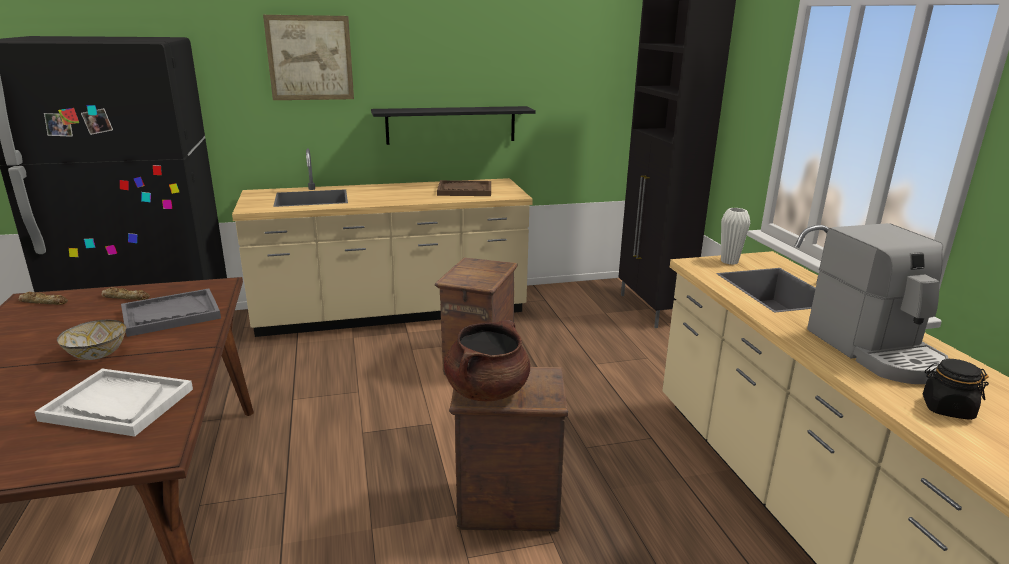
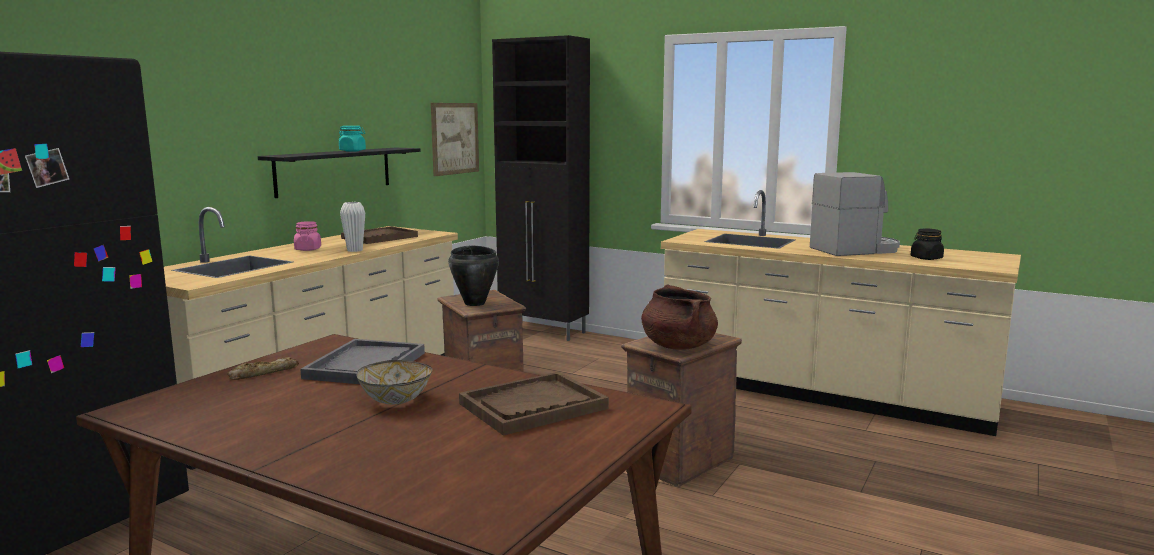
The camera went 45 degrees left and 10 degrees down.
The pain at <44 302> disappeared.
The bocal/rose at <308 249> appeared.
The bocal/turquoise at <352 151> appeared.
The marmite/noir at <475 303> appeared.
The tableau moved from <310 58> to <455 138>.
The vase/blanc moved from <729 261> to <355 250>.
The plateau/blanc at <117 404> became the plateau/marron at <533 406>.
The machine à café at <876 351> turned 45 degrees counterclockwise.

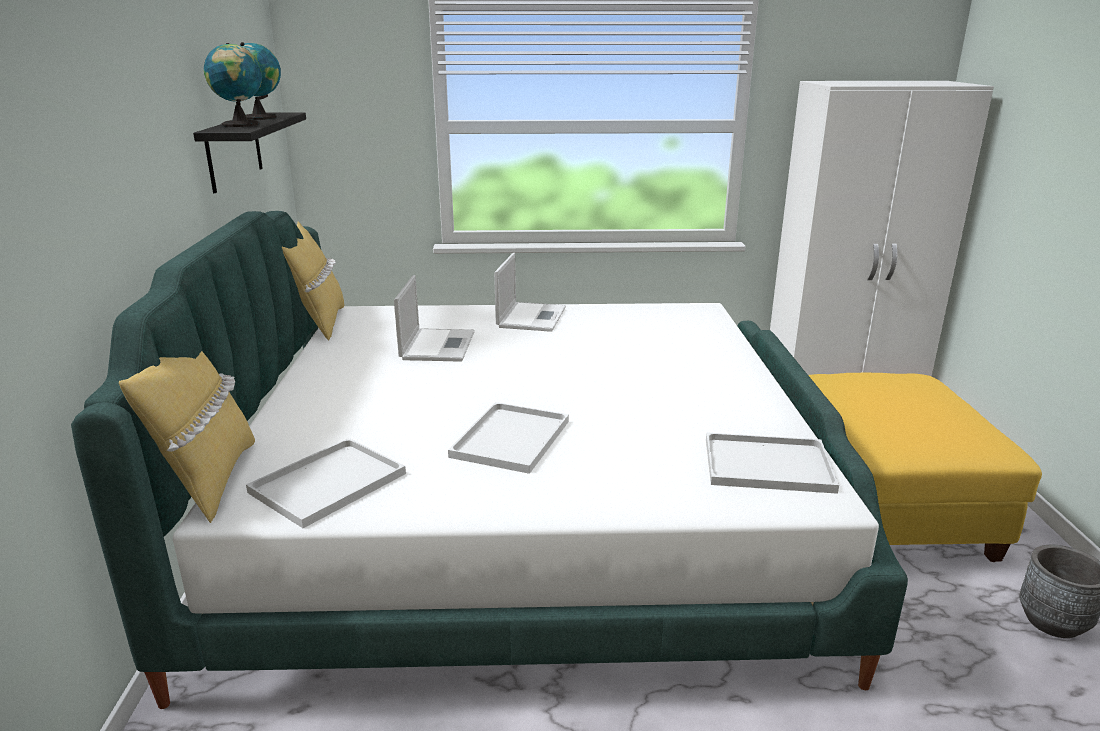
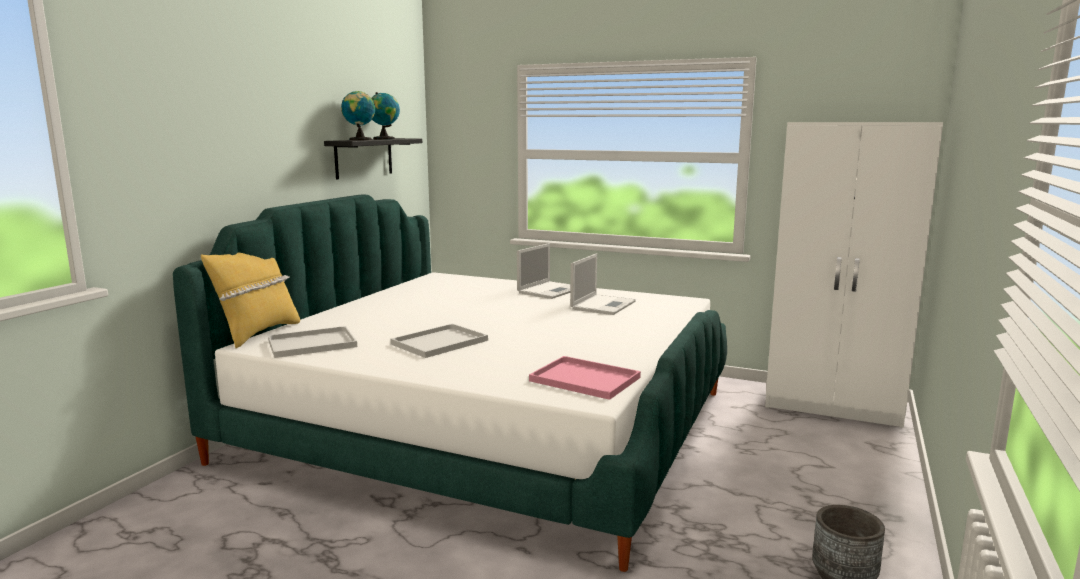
The camera went 25 degrees right and 10 degrees down.
The coussin/jaune at <319 323> disappeared.
The pouf/jaune at <882 508> disappeared.
The ordinateur portable moved from <438 345> to <603 305>.
The plateau/blanc at <765 465> became the plateau/rose at <582 379>.

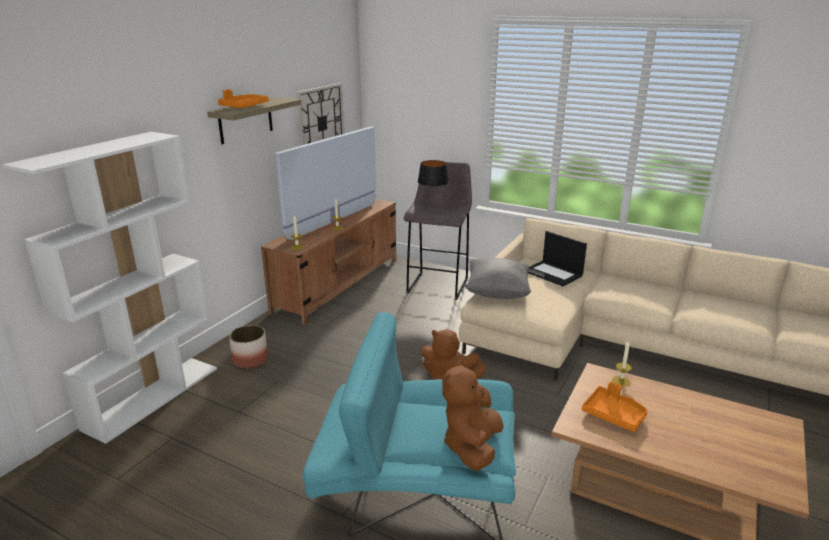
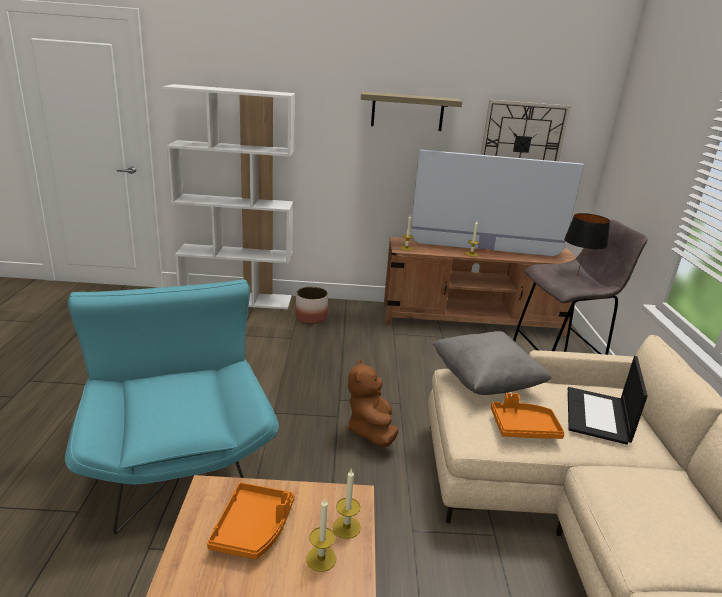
The camera went 60 degrees right and 0 degrees up.
The peluche/marron at <472 447> disappeared.
The bougie at <321 558> appeared.
The plateau/orange moved from <244 107> to <523 428>.

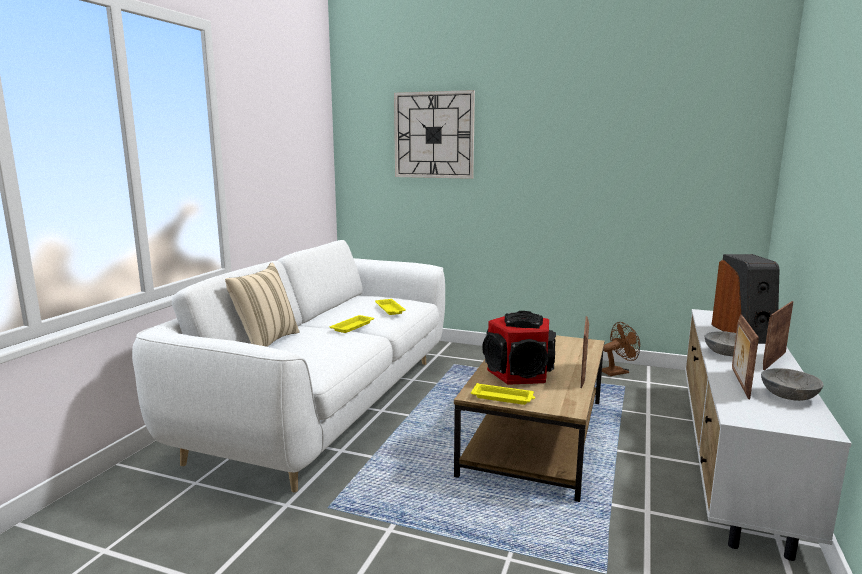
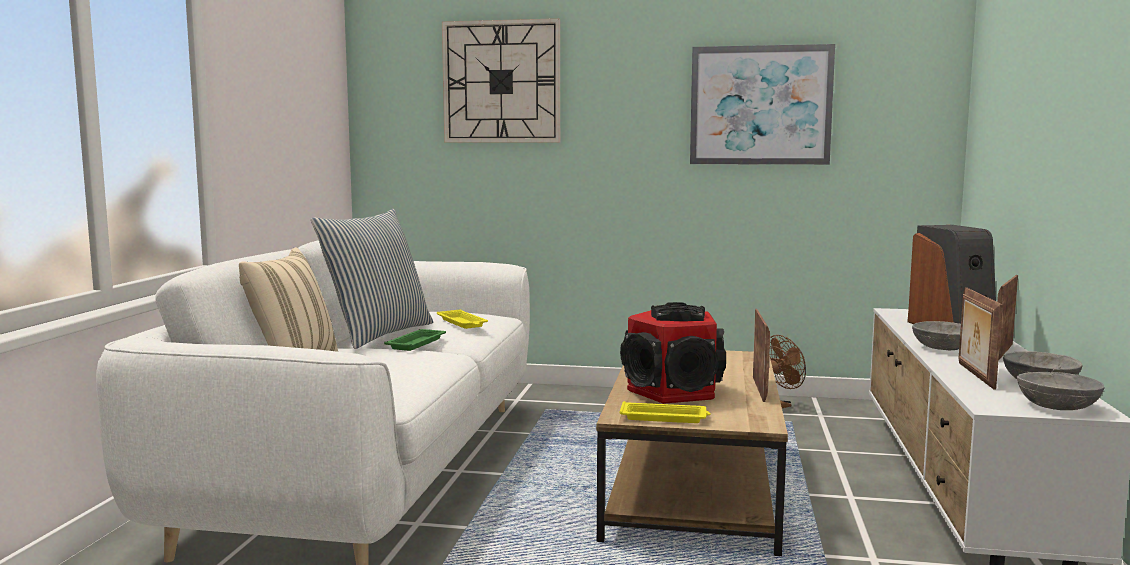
The camera went 10 degrees left and 5 degrees down.
The coussin at <377 334> appeared.
The tableau at <760 105> appeared.
The bol/gris at <1058 407> appeared.
The plateau/jaune at <353 326> became the plateau/vert at <417 343>.

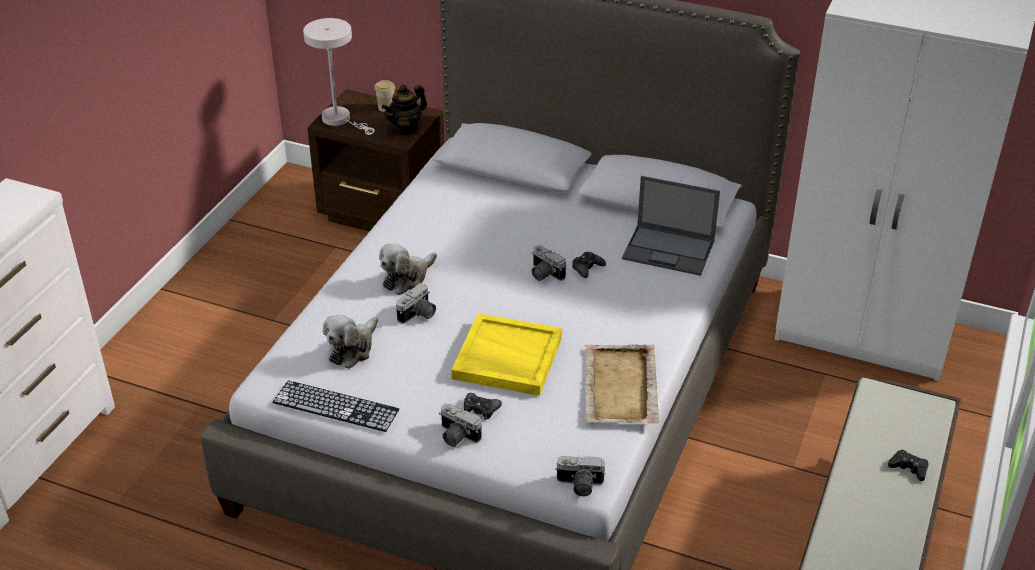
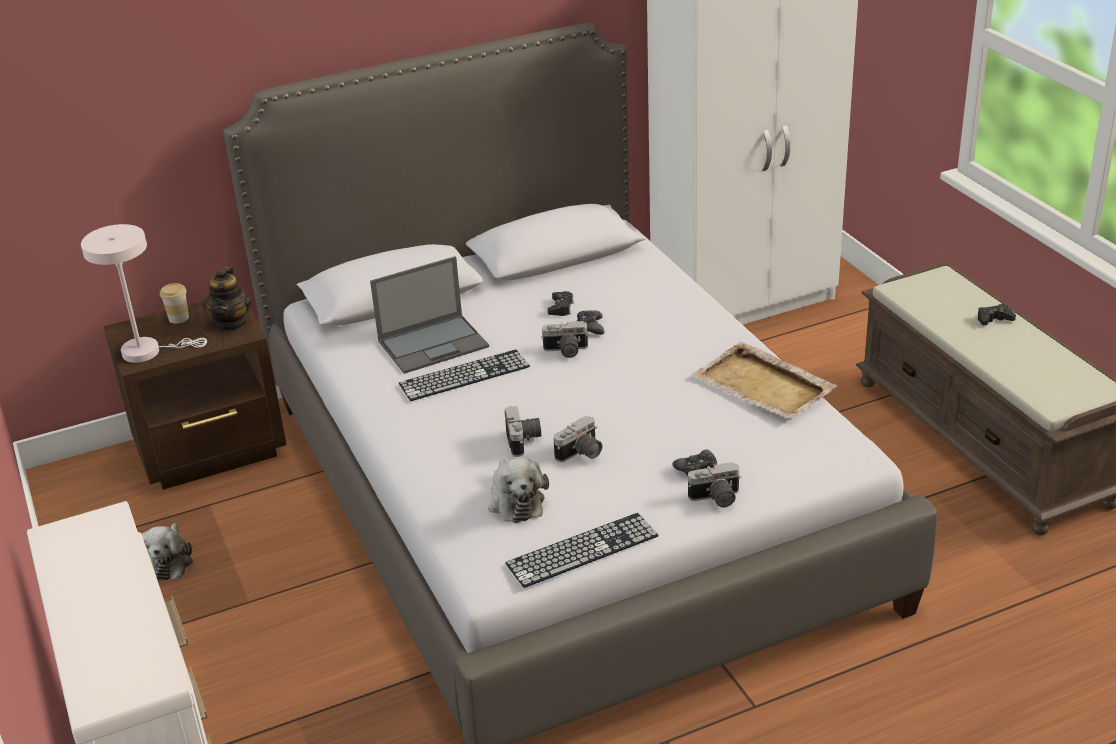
The camera went 45 degrees left and 5 degrees down.
The plateau/jaune at <506 358> disappeared.
The clavier at <464 375> appeared.
The manette/noir at <561 307> appeared.
The peluche moved from <407 278> to <169 561>.
The appareil photo moved from <579 485> to <581 454>.
The ordinateur portable moved from <669 250> to <434 343>.

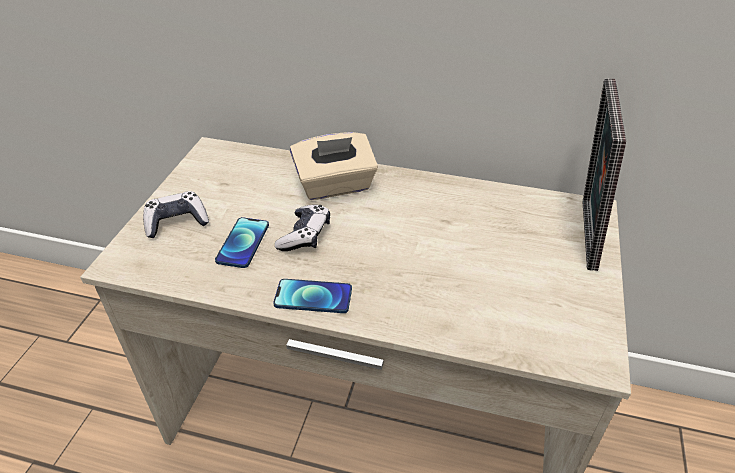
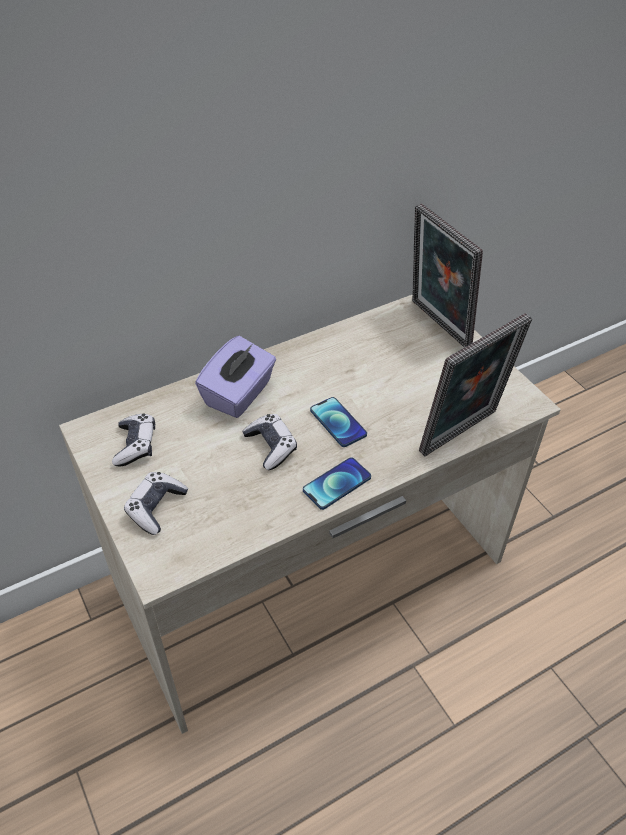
The camera went 45 degrees left and 5 degrees up.
The manette at <136 445> appeared.
The cadre photo at <462 435> appeared.
The téléphone moved from <243 243> to <338 422>.
The boîte à mouchoirs/beige at <335 186> became the boîte à mouchoirs/violet at <239 394>.

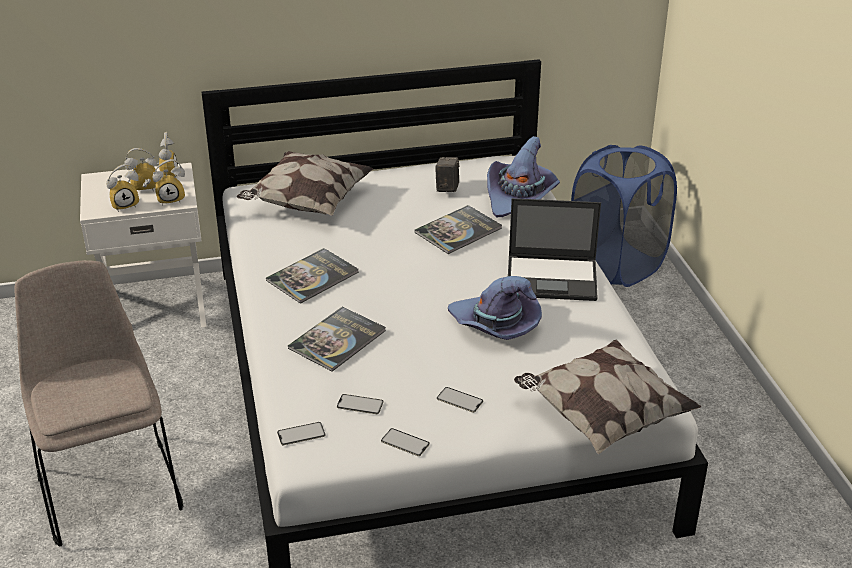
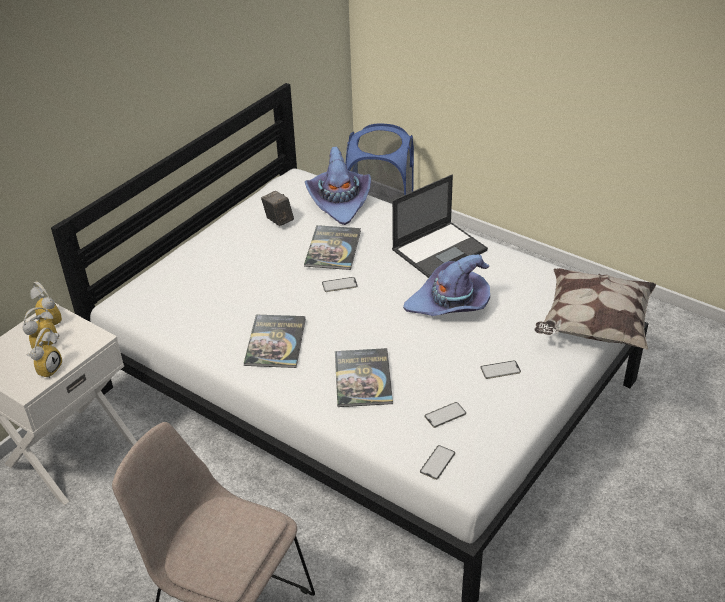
The camera went 40 degrees left and 5 degrees up.
The réveil at <172 199> disappeared.
The coussin at <307 203> disappeared.
The téléphone moved from <405 442> to <339 285>.

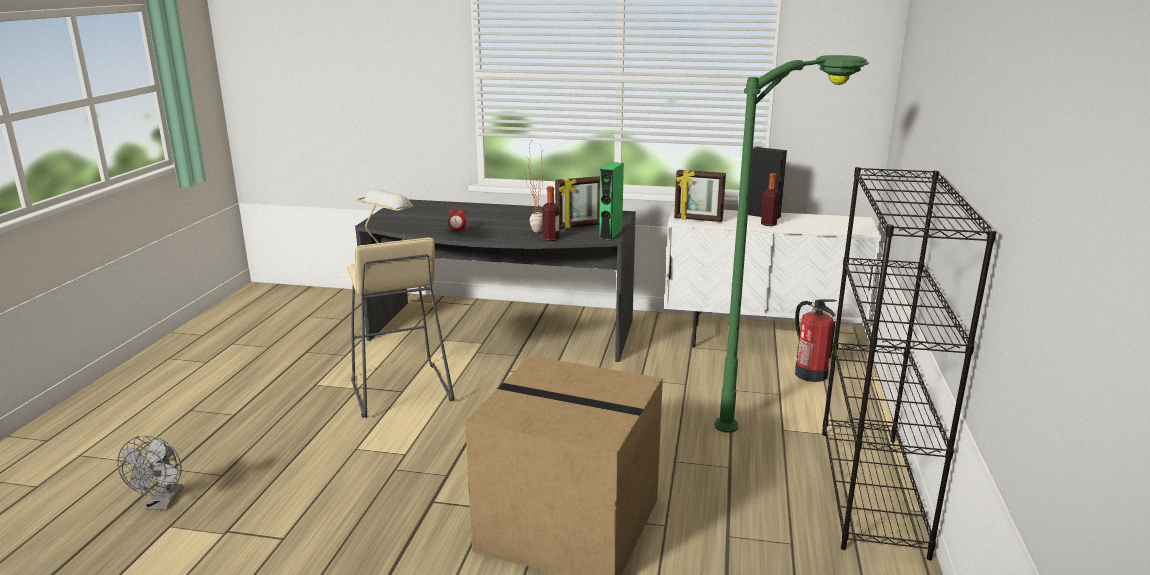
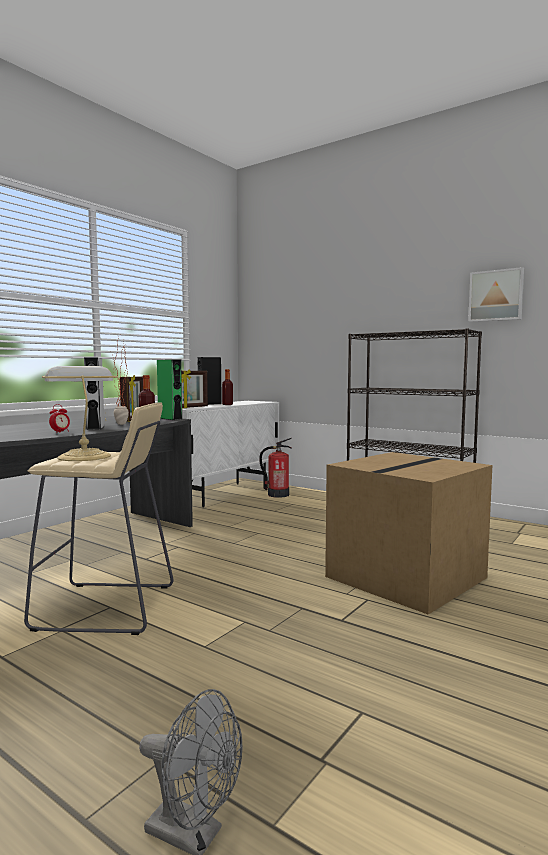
The camera went 65 degrees left and 15 degrees down.
The lampadaire/vert at <781 408> disappeared.
The enceinte/gris at <95 427> appeared.
The tableau at <496 295> appeared.

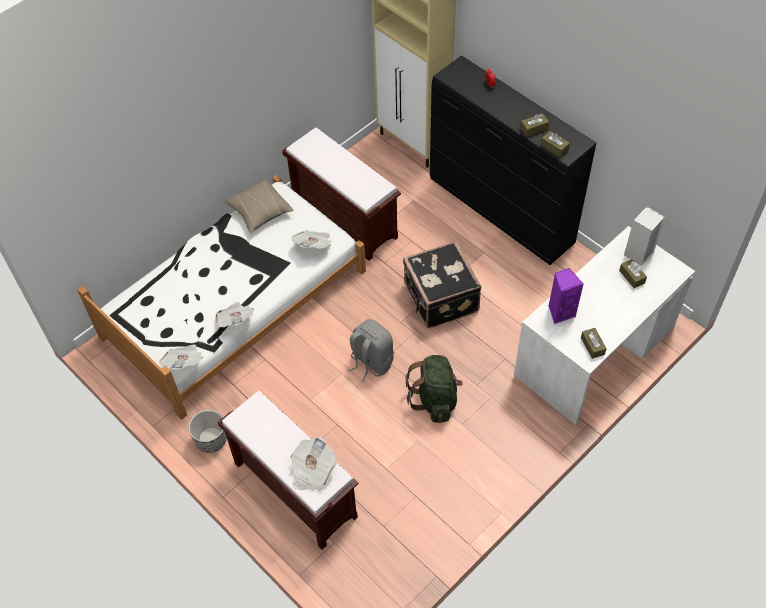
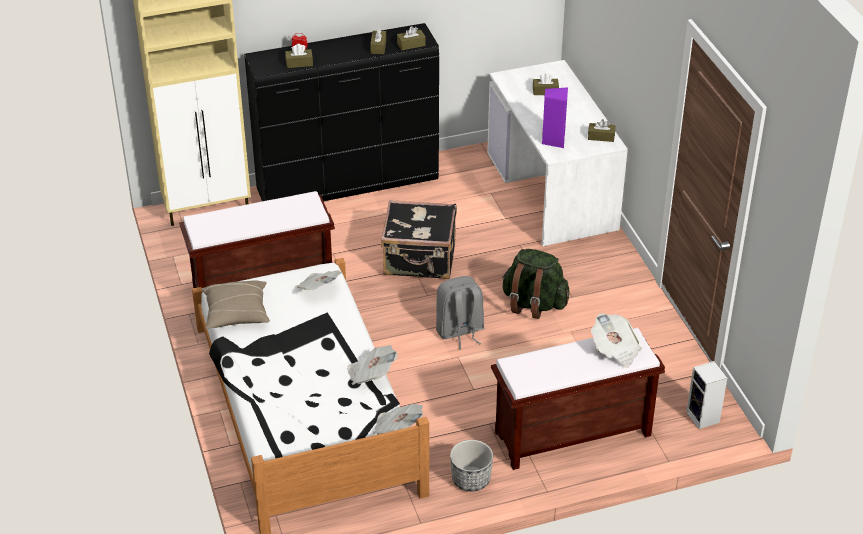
The camera went 65 degrees left and 15 degrees down.
The boîte à mouchoirs/marron at <299 63> appeared.
The enceinte moved from <638 254> to <704 418>.

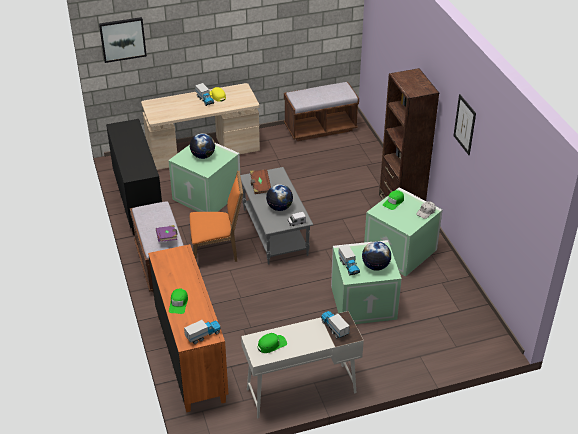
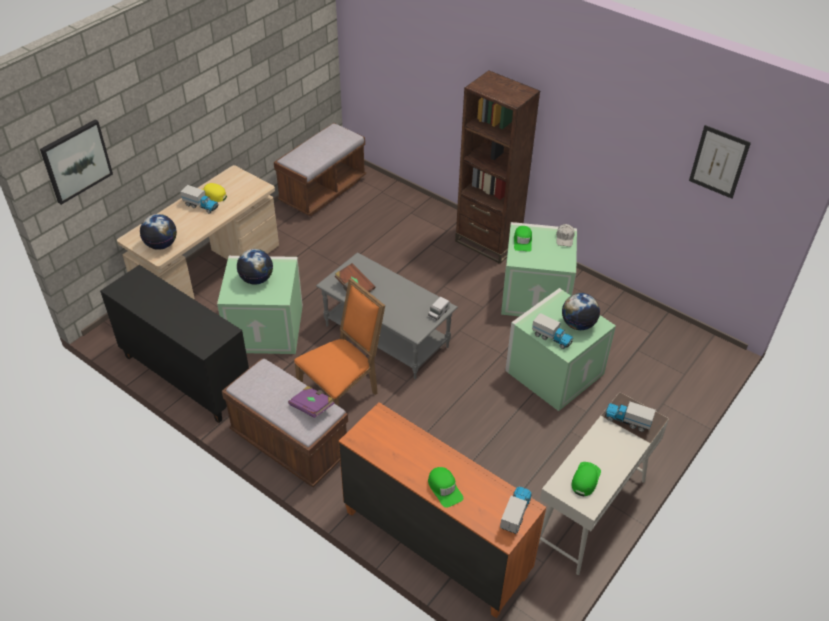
The camera went 35 degrees left and 5 degrees up.
The globe moved from <279 207> to <161 245>.
The tableau moved from <464 124> to <719 162>.

